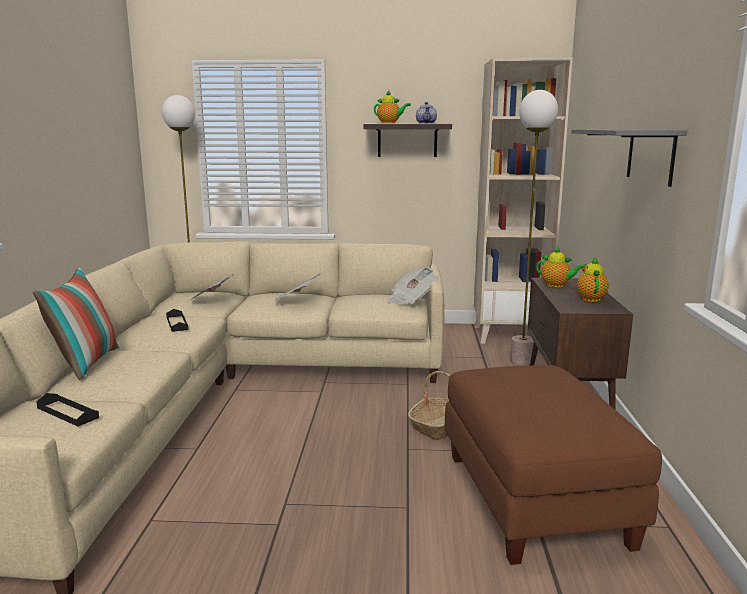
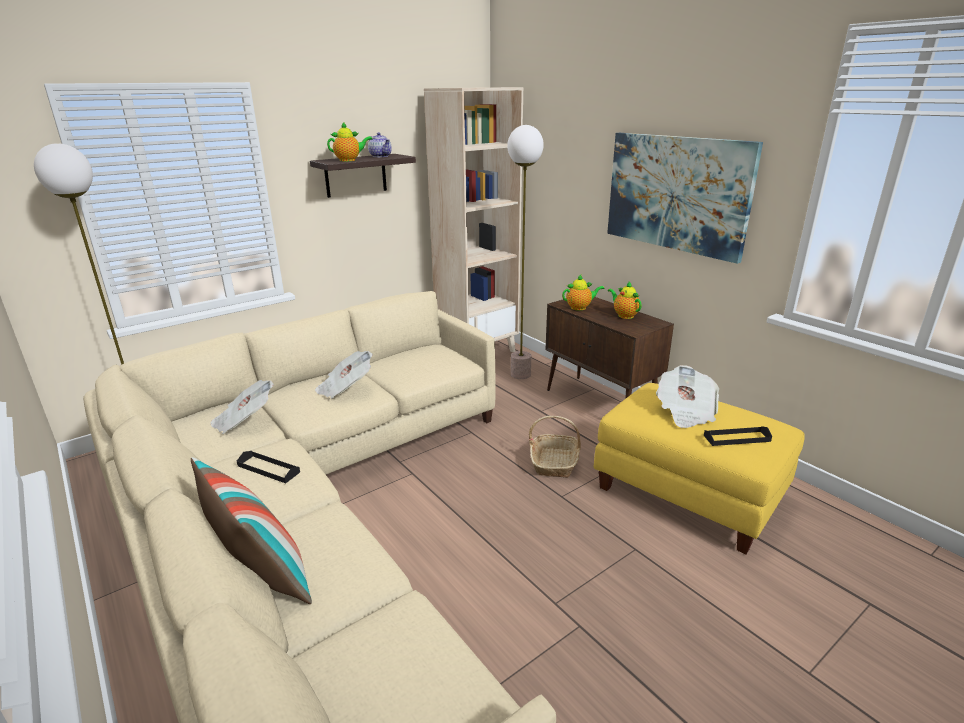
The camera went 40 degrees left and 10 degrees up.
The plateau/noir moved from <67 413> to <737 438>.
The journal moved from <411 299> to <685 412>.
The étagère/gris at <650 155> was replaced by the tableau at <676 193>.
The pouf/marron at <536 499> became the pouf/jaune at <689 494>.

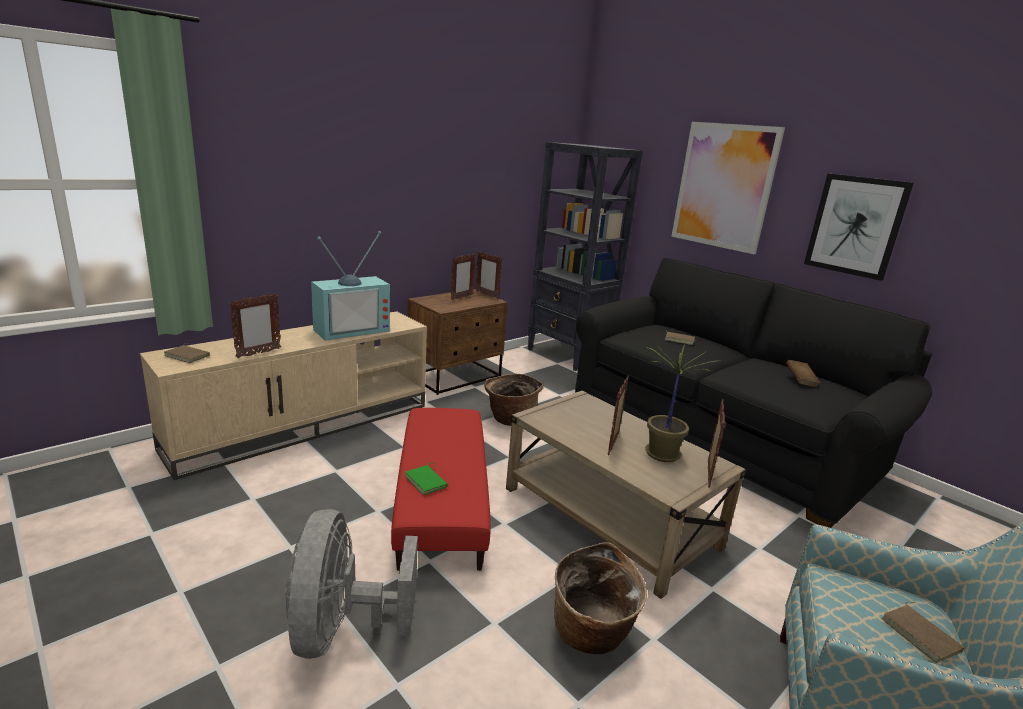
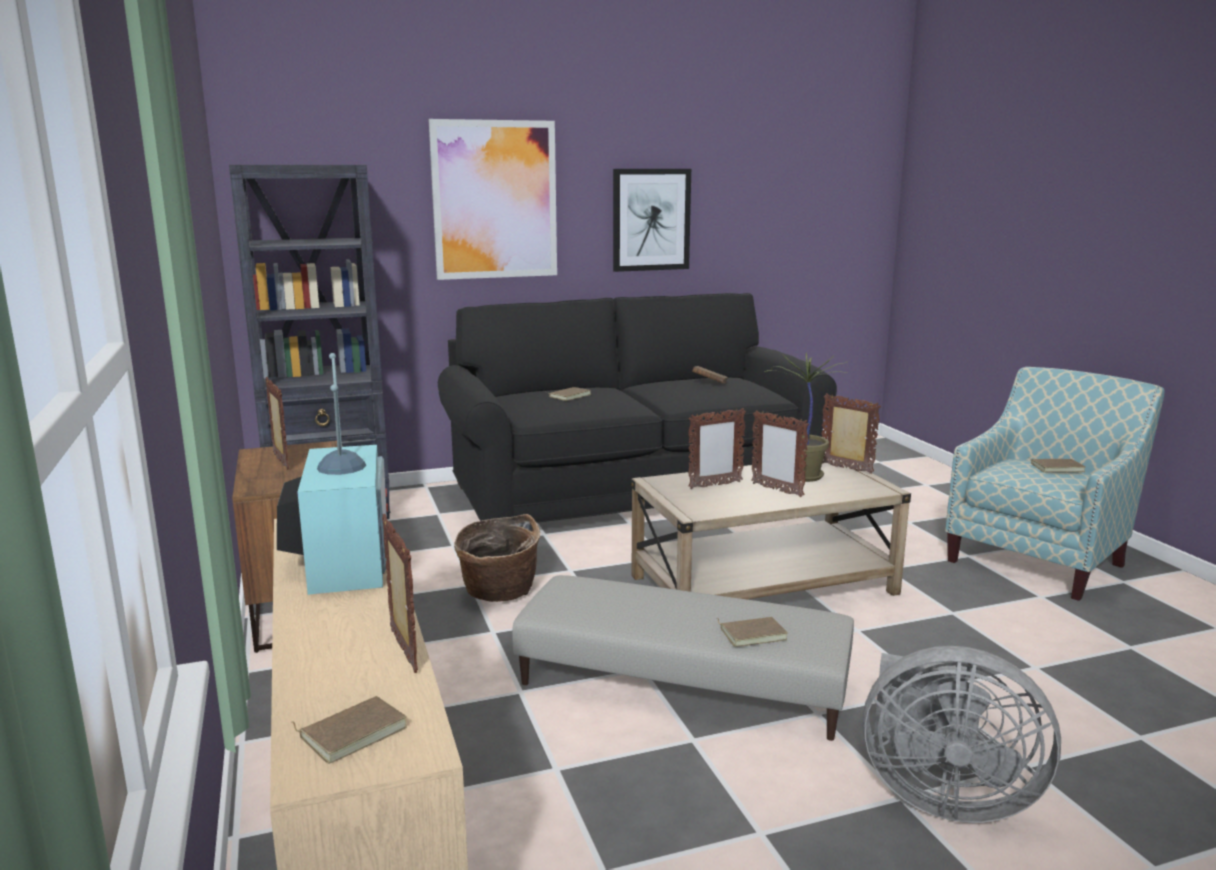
The camera went 65 degrees left and 5 degrees down.
The panier at <591 634> disappeared.
The cadre photo moved from <487 295> to <715 485>.
The pouf/rouge at <441 498> became the pouf/gris at <682 683>.
The livre/vert at <427 481> became the livre/marron at <752 634>.

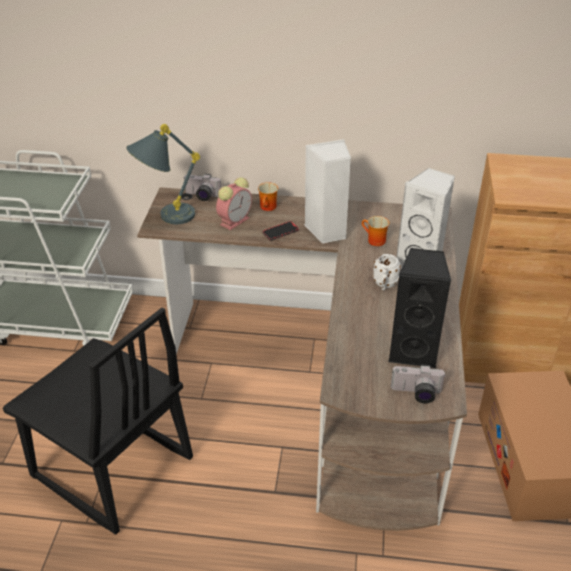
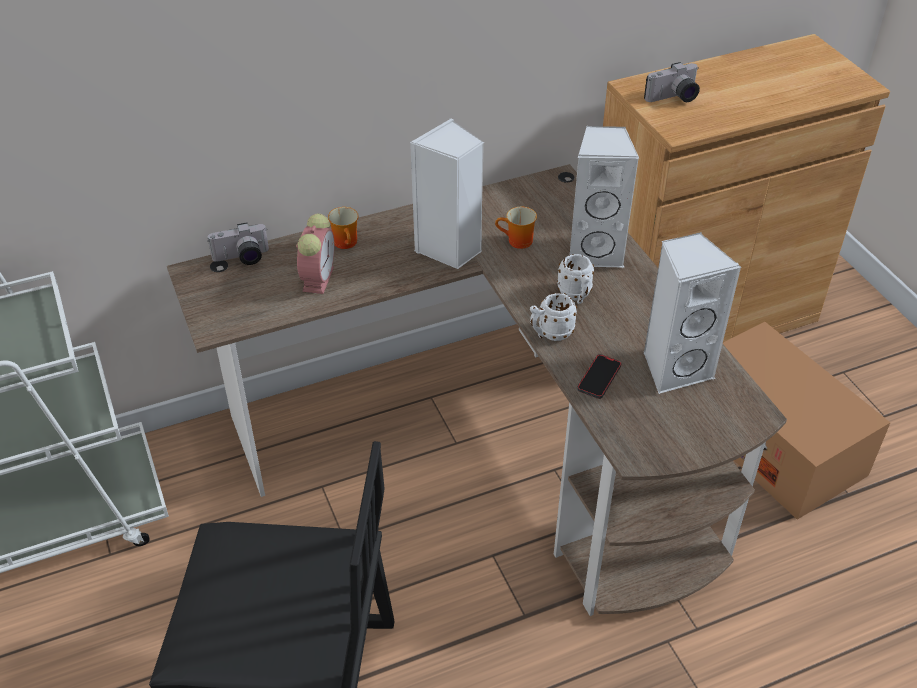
The camera went 30 degrees left and 5 degrees up.
The lampe de table/gris at <165 218> disappeared.
The mug/blanc at <550 333> appeared.
The téléphone moved from <280 232> to <599 378>.
The appareil photo moved from <416 394> to <673 98>.
The enceinte/noir at <413 351> became the enceinte/blanc at <675 368>.

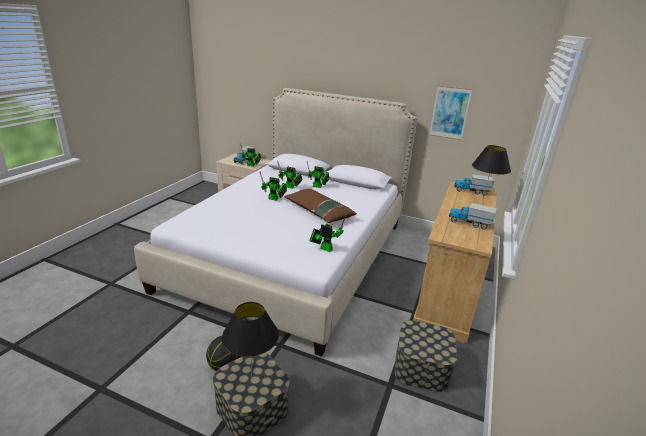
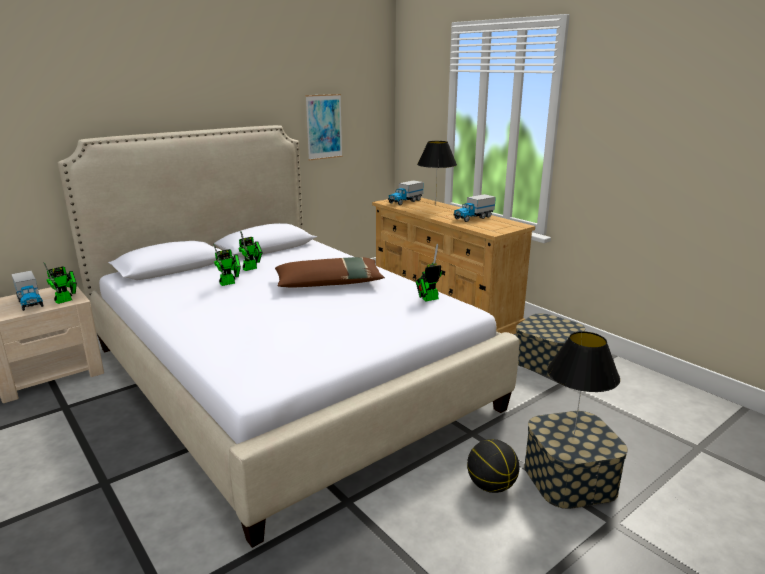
The camera went 60 degrees left and 5 degrees down.
The robot jouet at <274 199> disappeared.

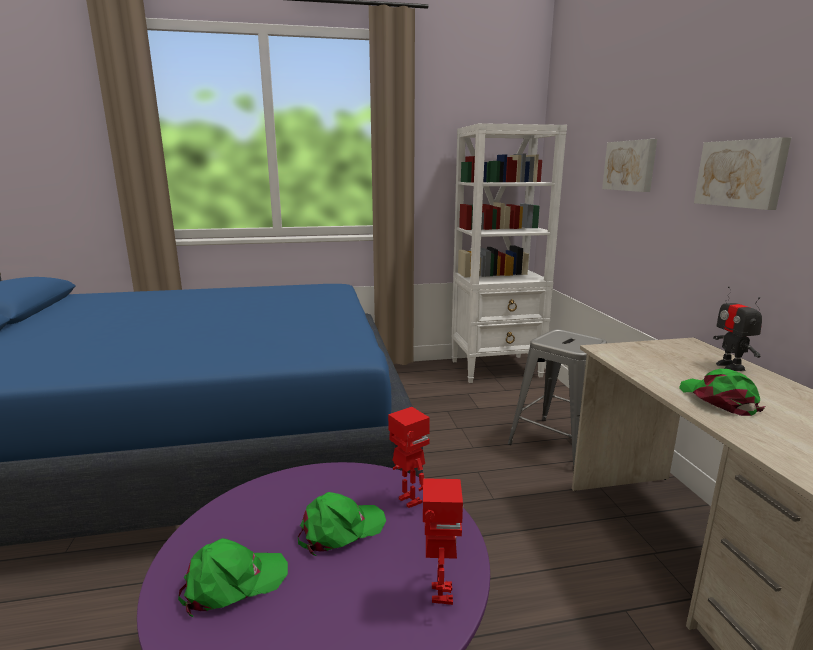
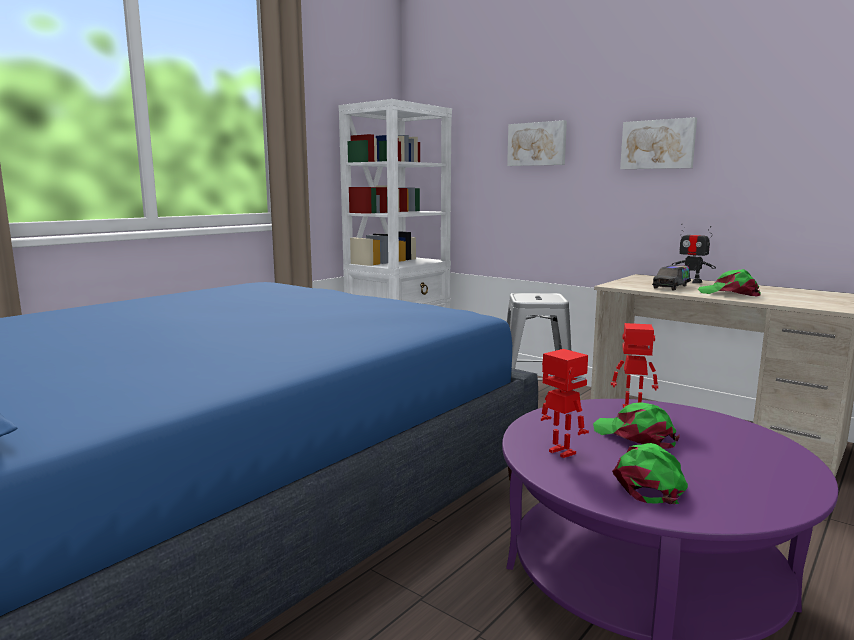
The camera went 40 degrees left and 5 degrees down.
The camion jouet at <671 286> appeared.
The robot jouet moved from <440 593> to <561 453>.
The casquette/vert at <340 530> turned 60 degrees counterclockwise.

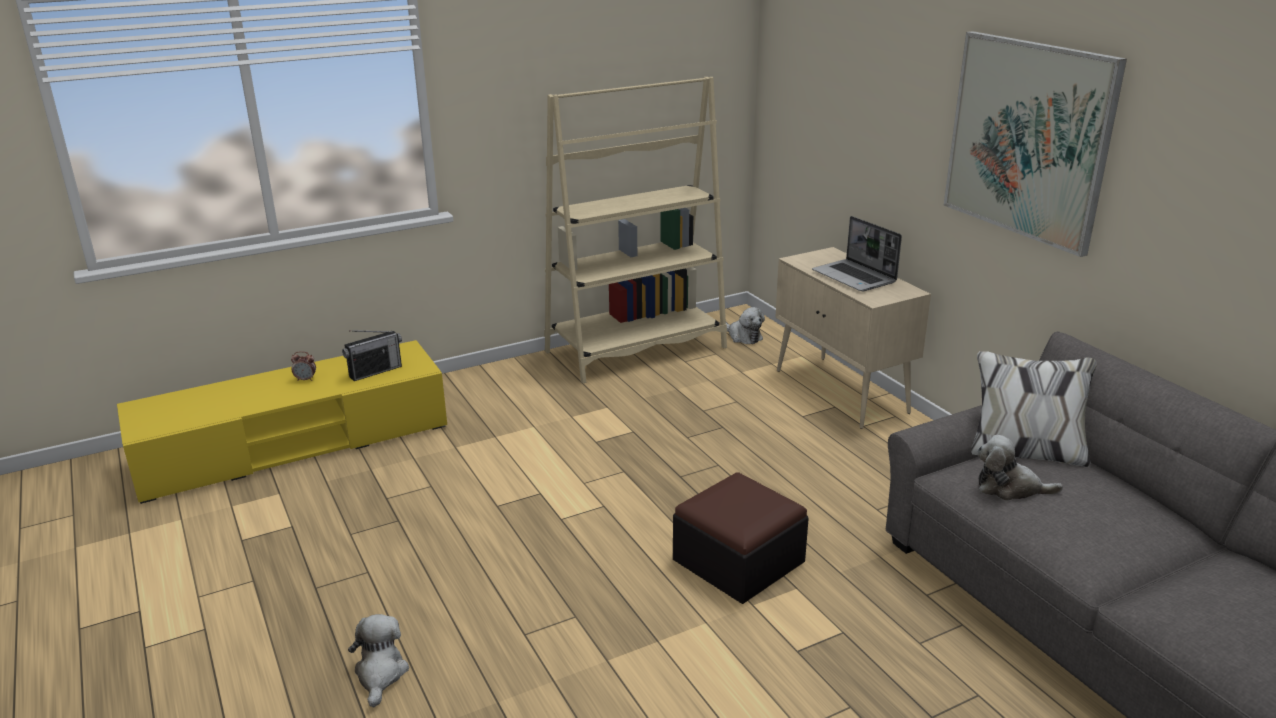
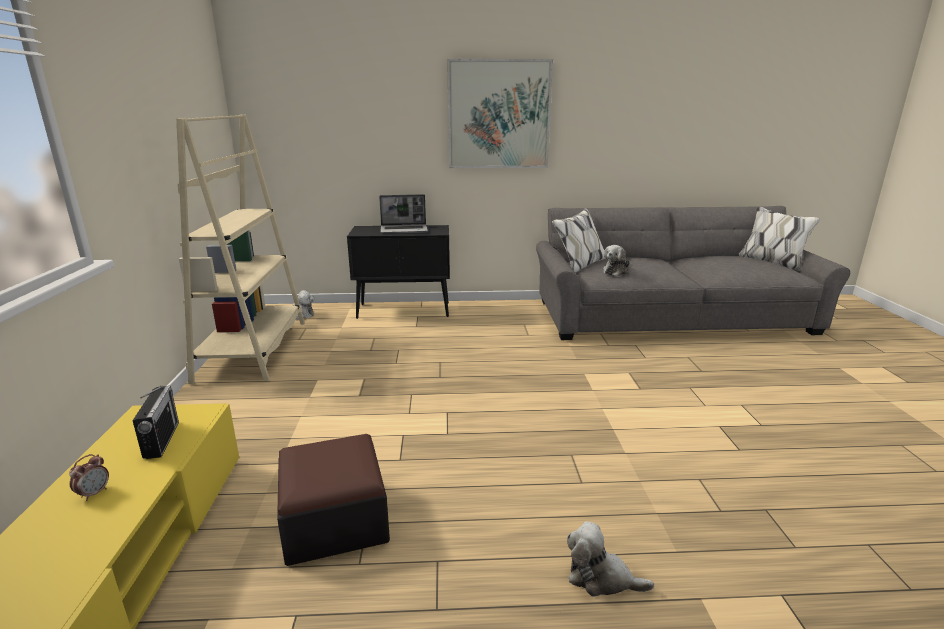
The camera went 65 degrees left and 5 degrees down.
The pouf moved from <738 561> to <335 520>.
The meuble de rangement/beige at <842 392> became the meuble de rangement/noir at <405 310>.

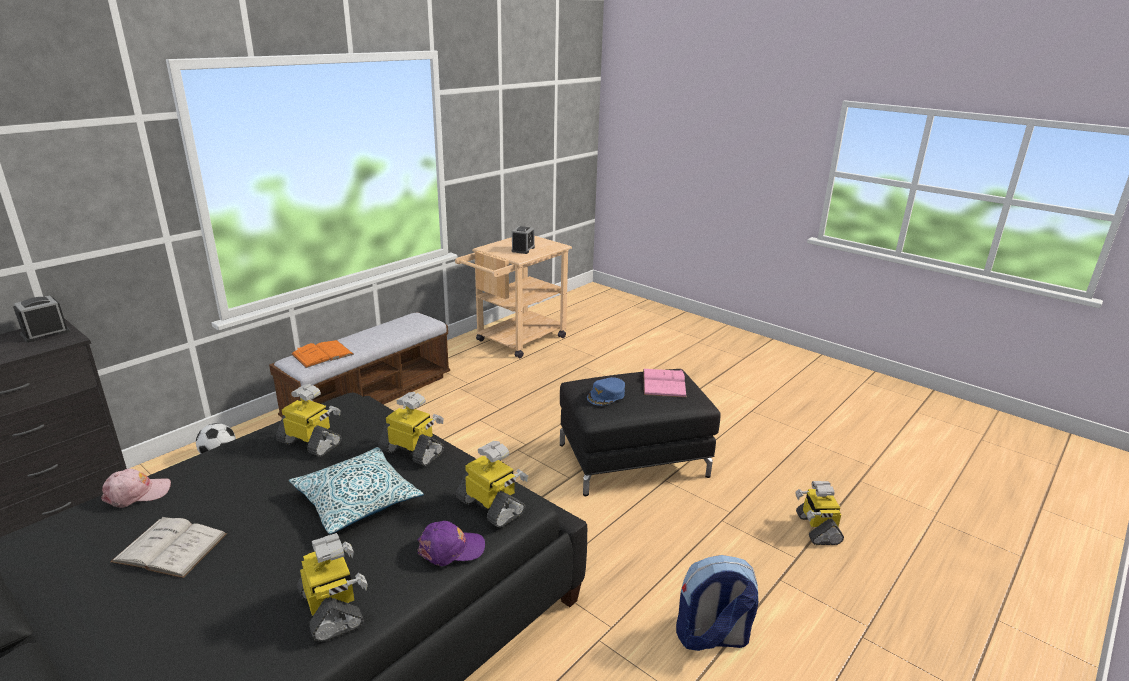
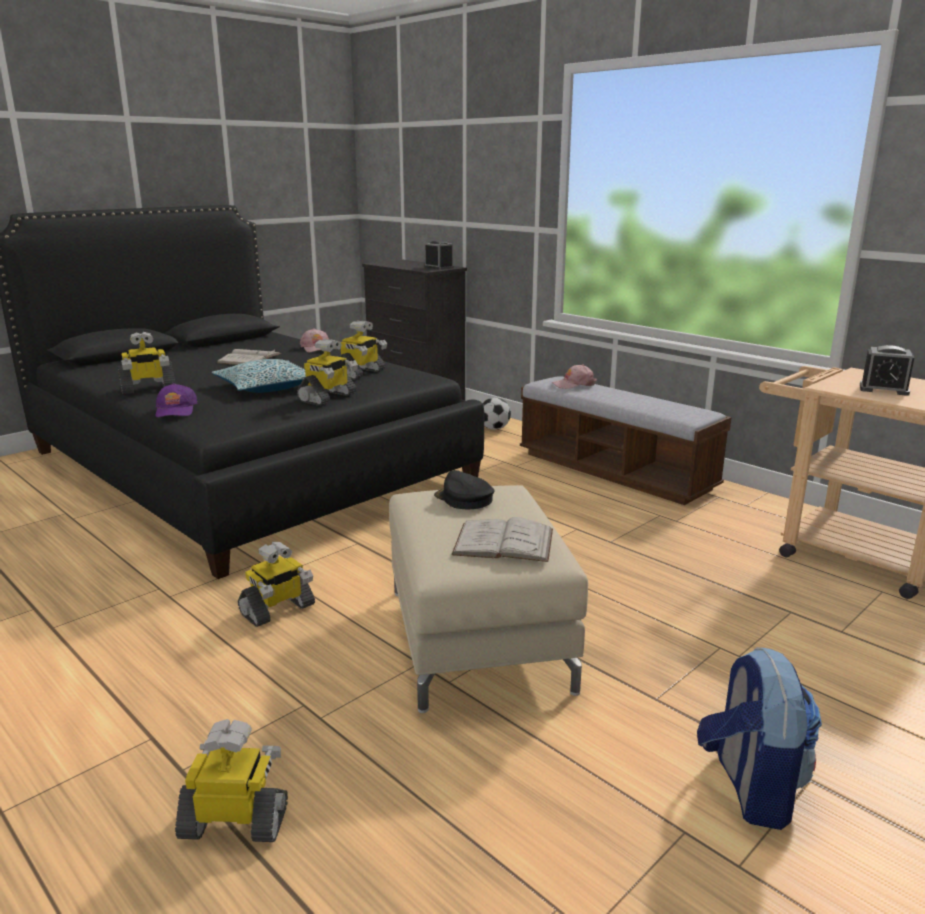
The camera went 95 degrees right and 5 degrees down.
The robot jouet moved from <492 506> to <277 610>.
The sac à dos moved from <711 638> to <750 788>.
The livre/orange at <322 354> was replaced by the casquette/rose at <574 384>.
The pouf/noir at <633 459> became the pouf/beige at <479 638>.
The casquette/bleu at <606 395> became the casquette/noir at <463 499>.
The livre/rose at <664 383> became the livre/blanc at <503 542>.

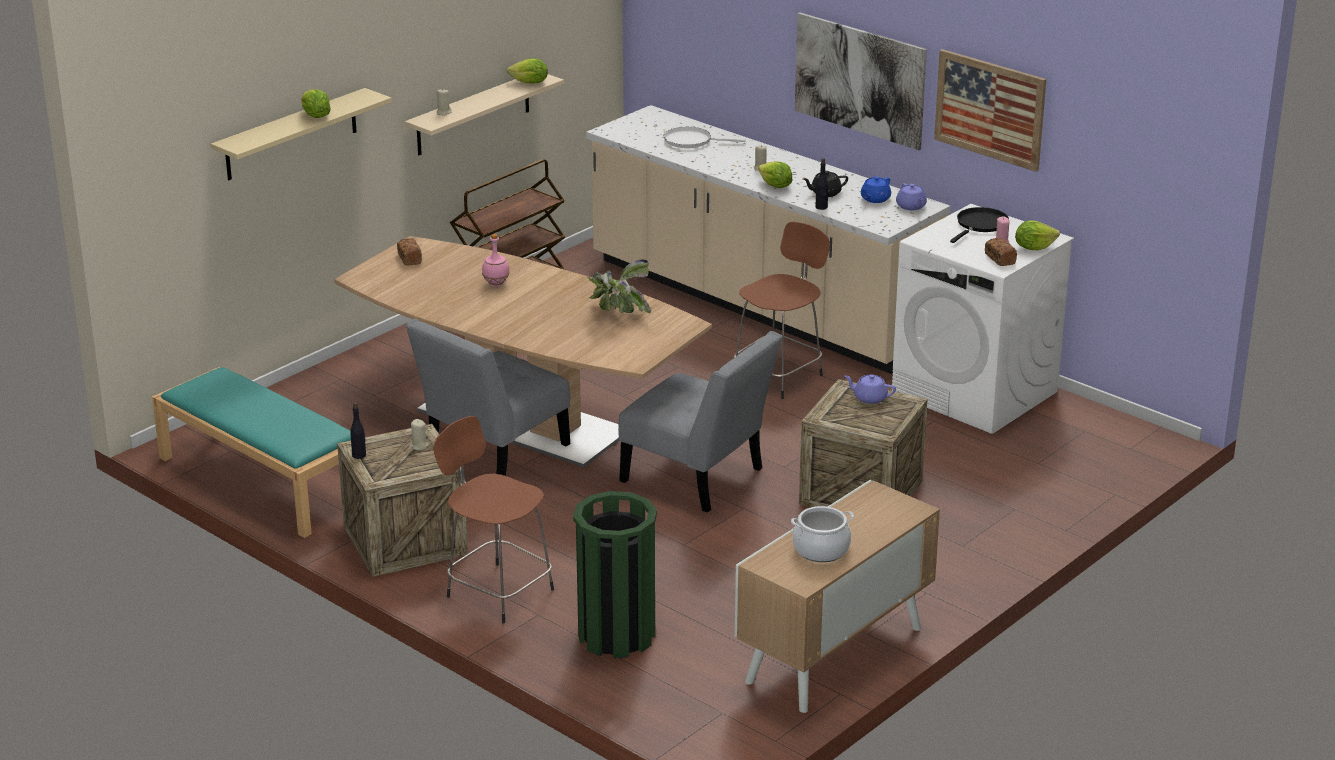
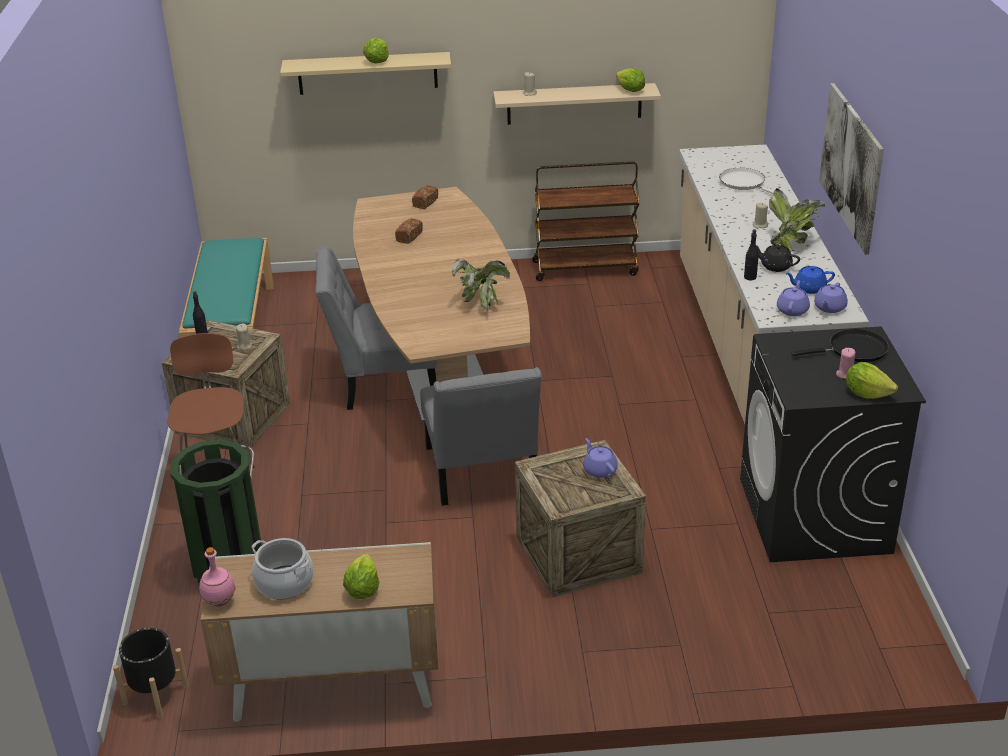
The camera went 45 degrees right and 5 degrees up.
The tabouret/marron at <779 376> disappeared.
The tableau at <990 109> disappeared.
The cache-pot/noir at <155 695> appeared.
The plante en pot at <792 243> appeared.
The théière/violet at <792 310> appeared.
The bouteille/rose moved from <495 284> to <219 602>.
The laitue moved from <775 186> to <362 589>.
The pain moved from <1000 259> to <409 236>.
The lave-linge/blanc at <975 393> became the lave-linge/noir at <814 516>.

